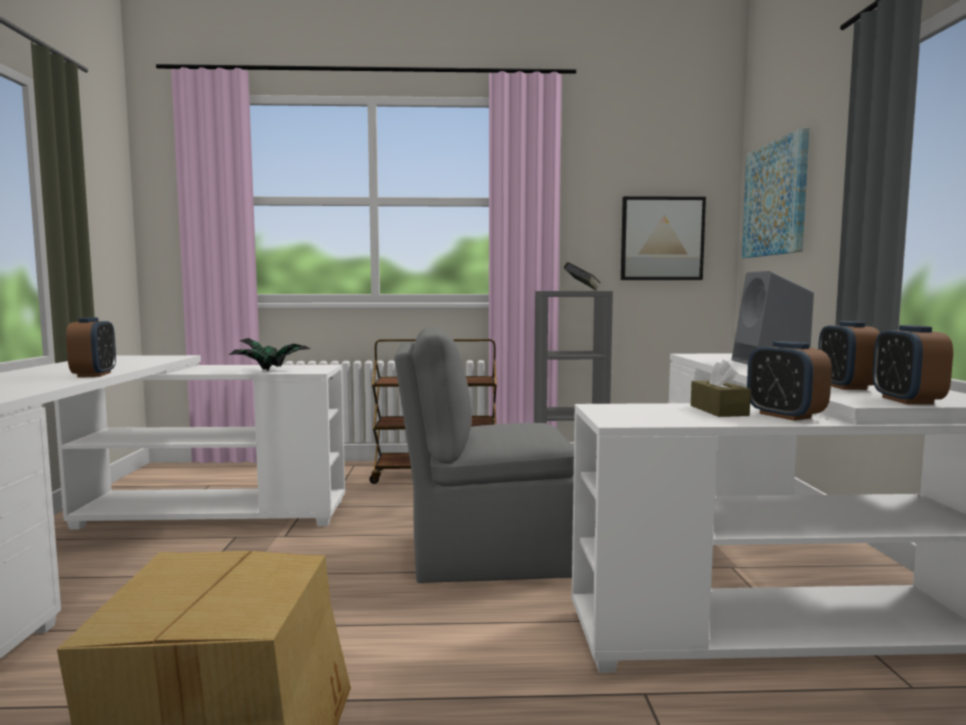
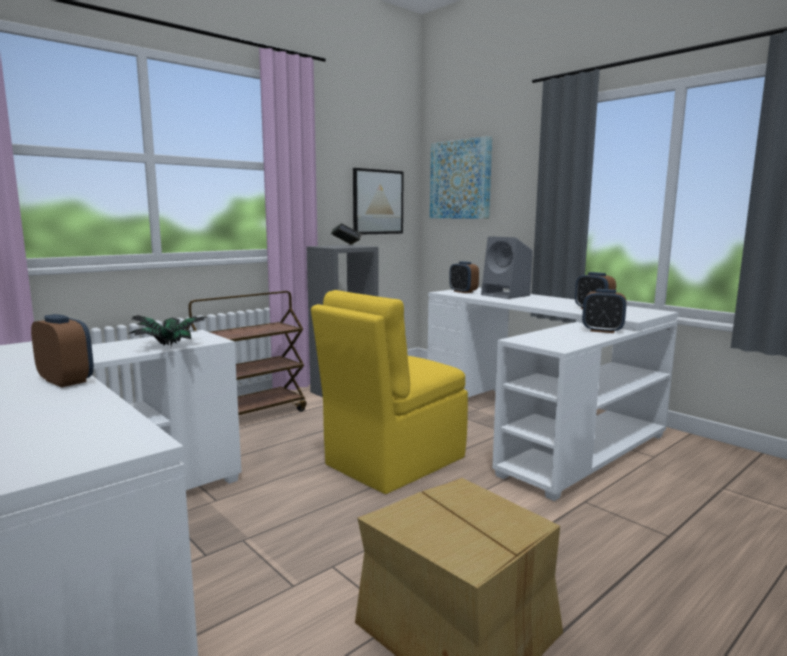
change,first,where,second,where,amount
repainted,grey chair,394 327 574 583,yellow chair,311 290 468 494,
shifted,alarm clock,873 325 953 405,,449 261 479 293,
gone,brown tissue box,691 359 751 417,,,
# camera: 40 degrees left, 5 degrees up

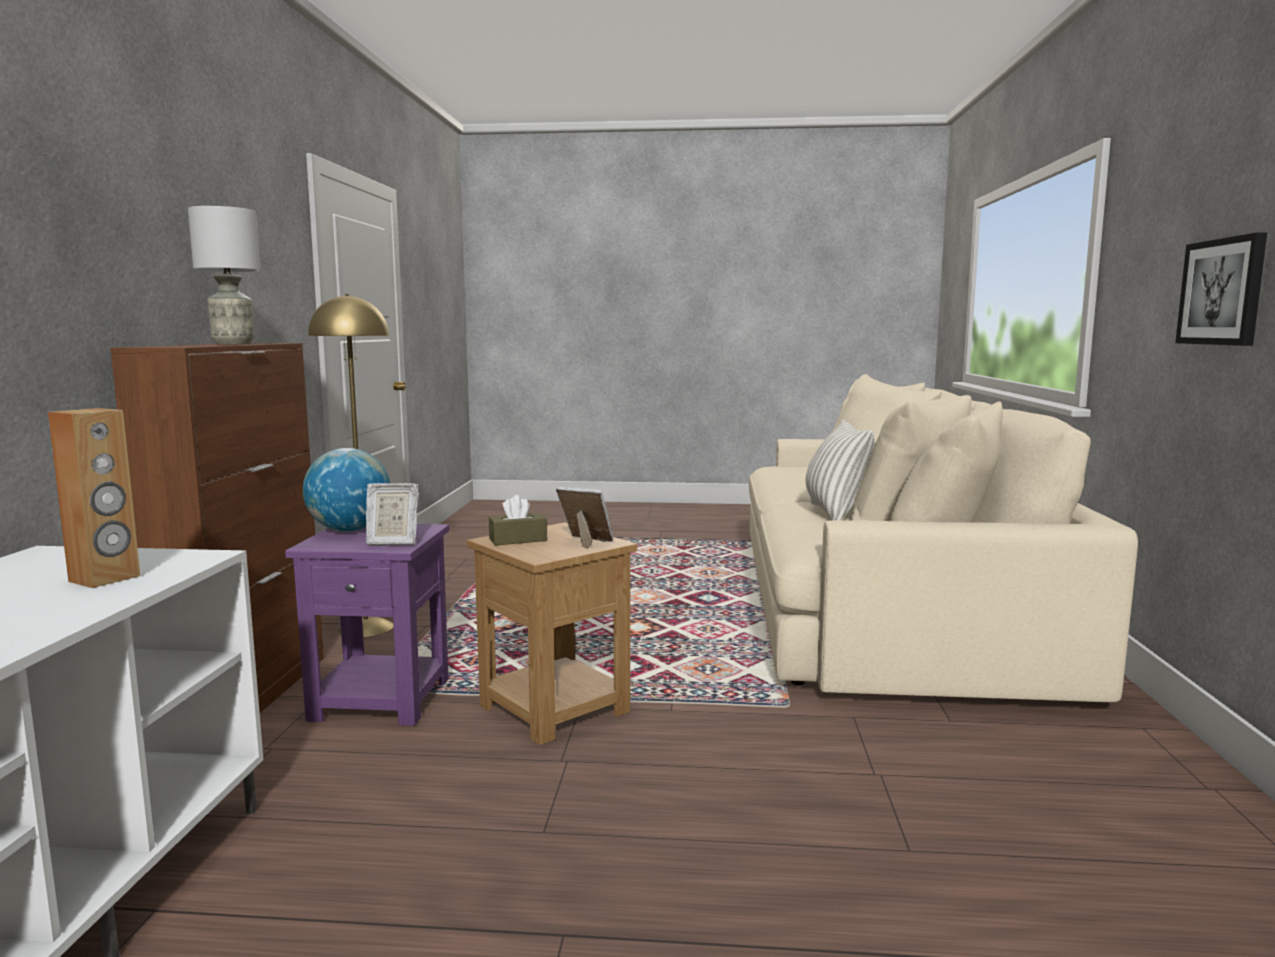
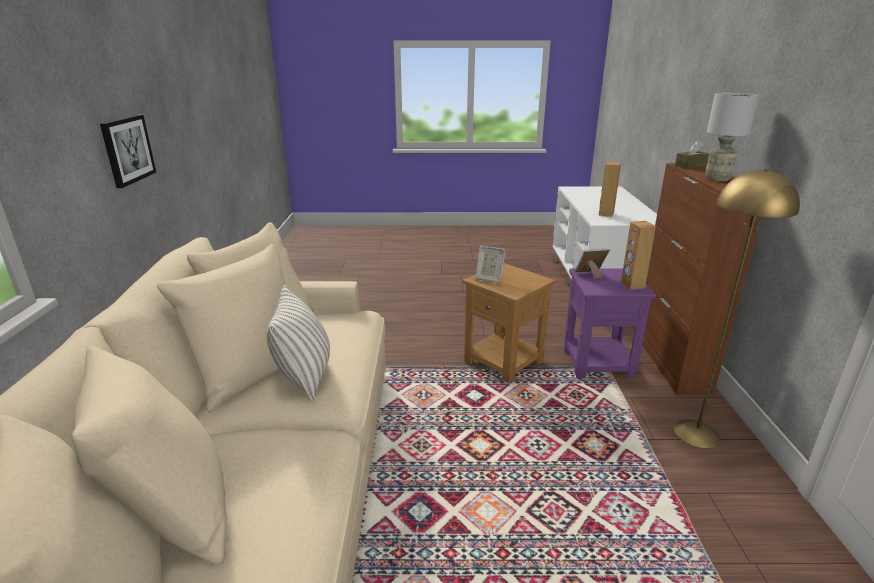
change,first,where,second,where,amount
swapped,globe,303 448 390 531,brown speaker,621 221 656 290,
shifted,brown tissue box,489 495 547 546,,675 141 709 169,
# camera: 175 degrees right, 15 degrees up

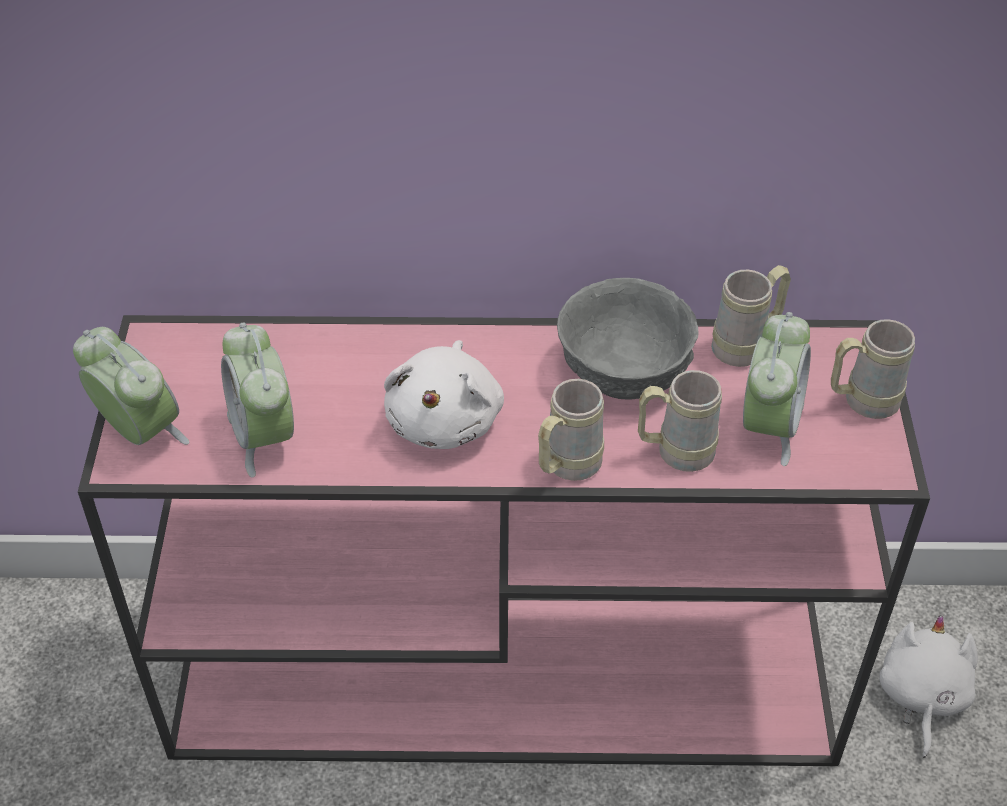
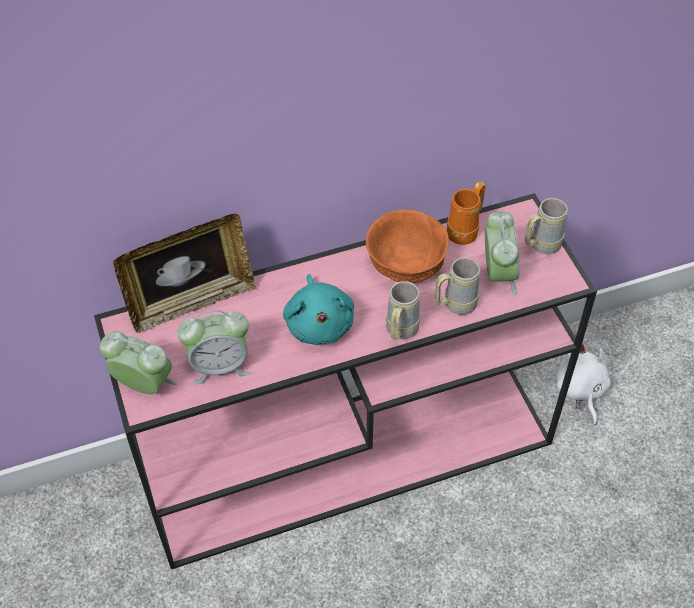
change,first,where,second,where,amount
new,,,picture frame,113 214 256 333,
rotated,alarm clock,221 323 294 477,,177 310 251 384,60 degrees counterclockwise
repainted,white plush toy,384 340 504 449,turquoise plush toy,283 274 354 345,
repainted,grey bowl,557 278 698 399,orange bowl,366 210 449 283,
repainted,beige mug,711 265 791 367,orange mug,447 182 486 245,
# camera: 20 degrees left, 5 degrees up

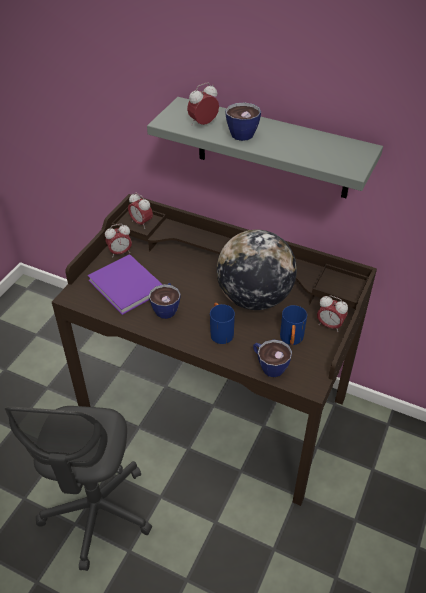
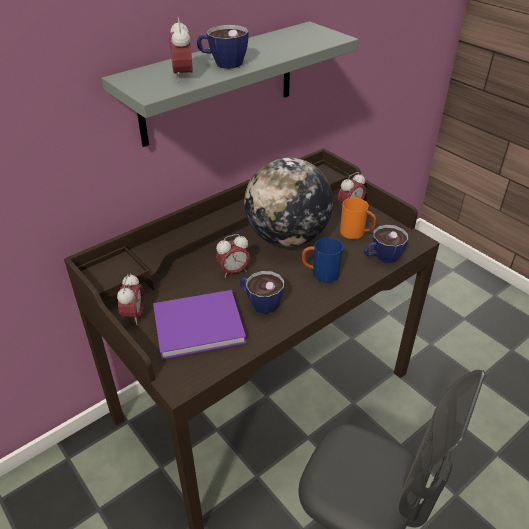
change,first,where,second,where,amount
shifted,alarm clock,128 192 153 229,,216 234 250 278,
repainted,blue mug,280 305 307 345,orange mug,340 198 376 239,
# camera: 65 degrees left, 5 degrees down

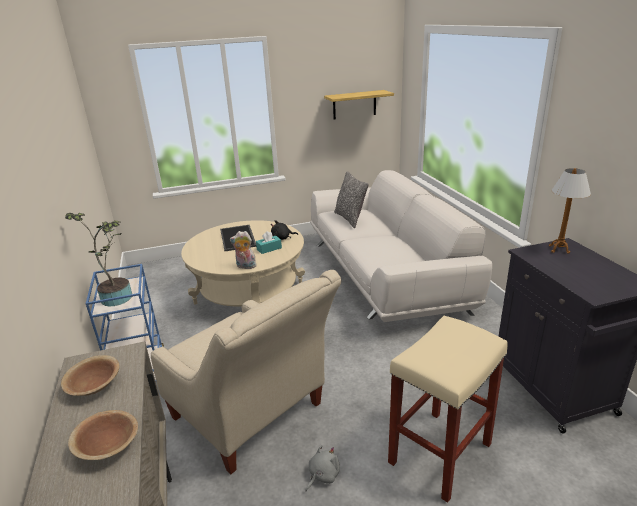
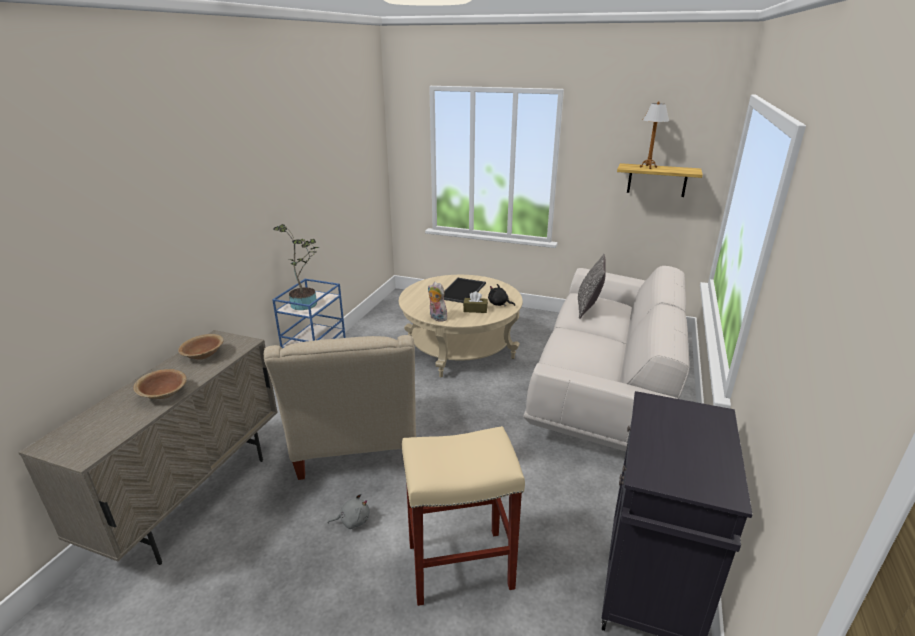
change,first,where,second,where,amount
repainted,turquoise tissue box,256 231 282 254,brown tissue box,463 291 488 313,
shifted,table lamp,549 168 591 254,,640 101 669 169,
# camera: 35 degrees right, 0 degrees up

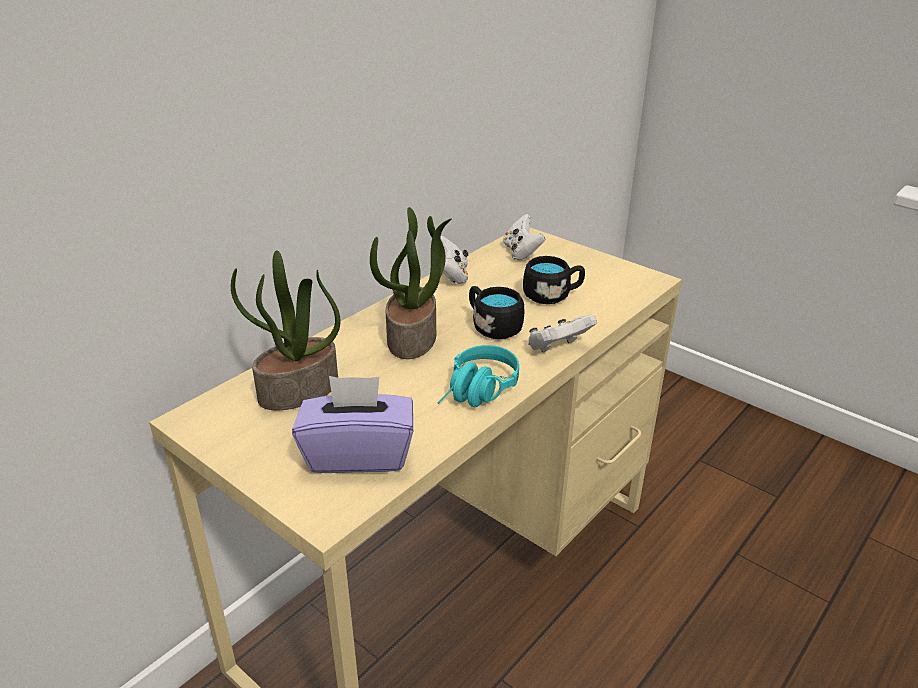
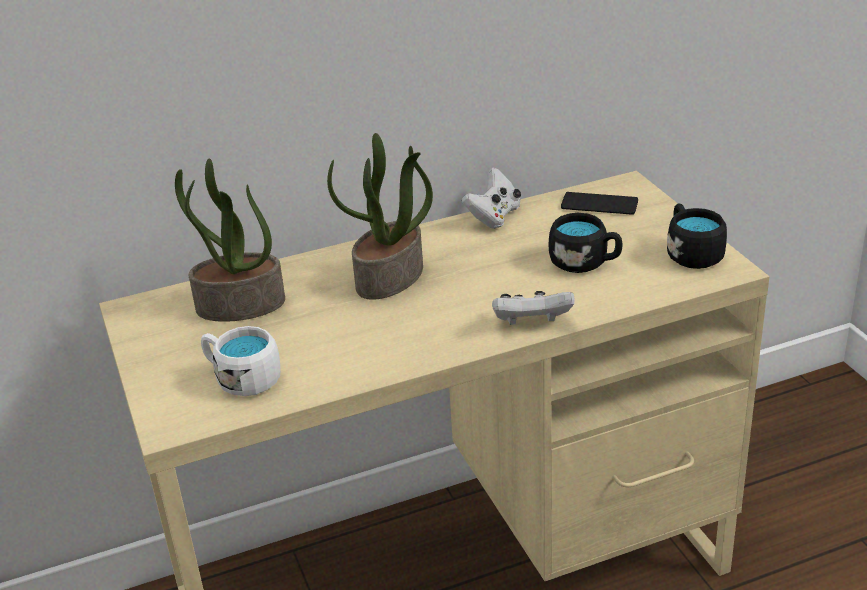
change,first,where,second,where,amount
swapped,purple tissue box,292 376 413 473,white mug,201 326 281 396,
swapped,white game controller,503 214 545 261,phone,561 192 638 215,
shifted,black mug,469 286 524 339,,667 203 727 269,
gone,turquoise headphones,438 345 519 407,,,
# camera: 30 degrees right, 0 degrees up

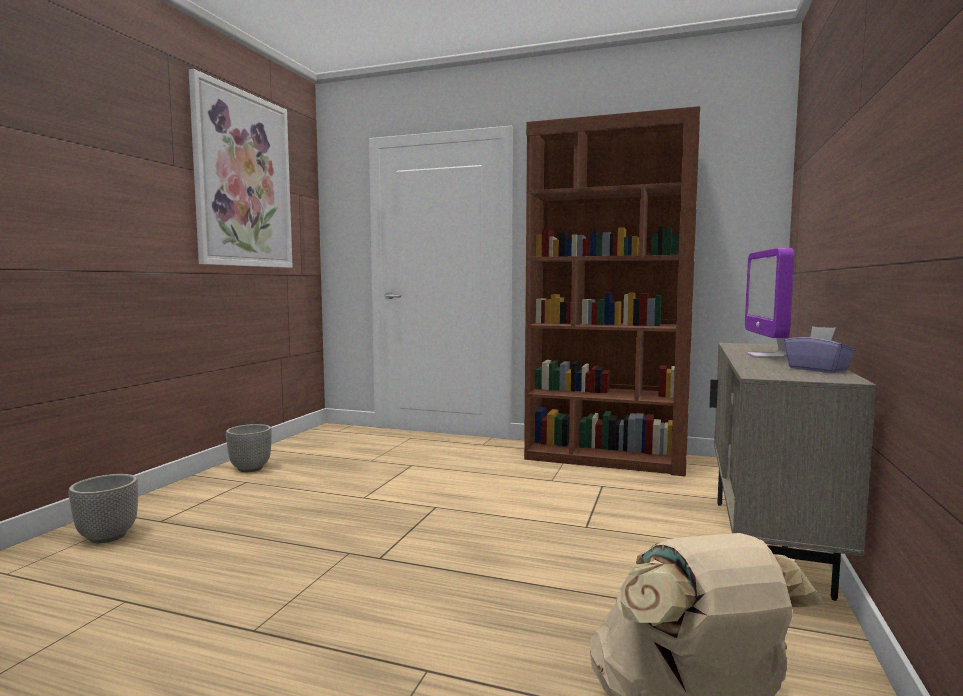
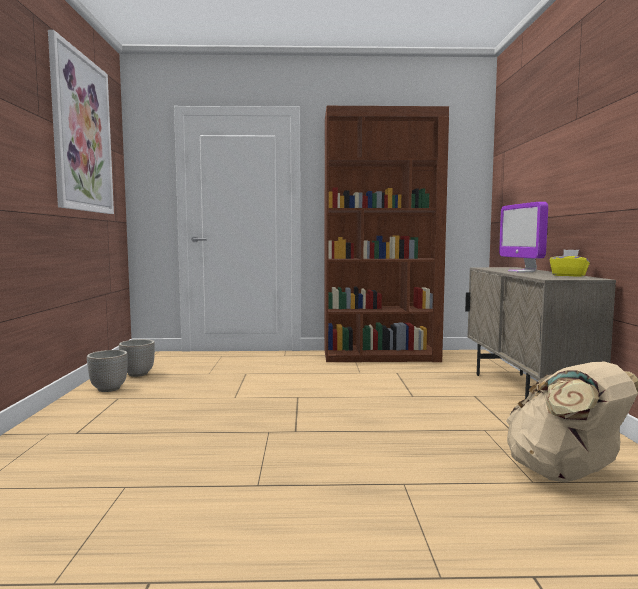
change,first,where,second,where,amount
shifted,planter,69 474 138 543,,119 339 155 377,
repainted,purple tissue box,784 326 856 373,yellow tissue box,550 250 590 277,
# camera: 20 degrees left, 0 degrees up

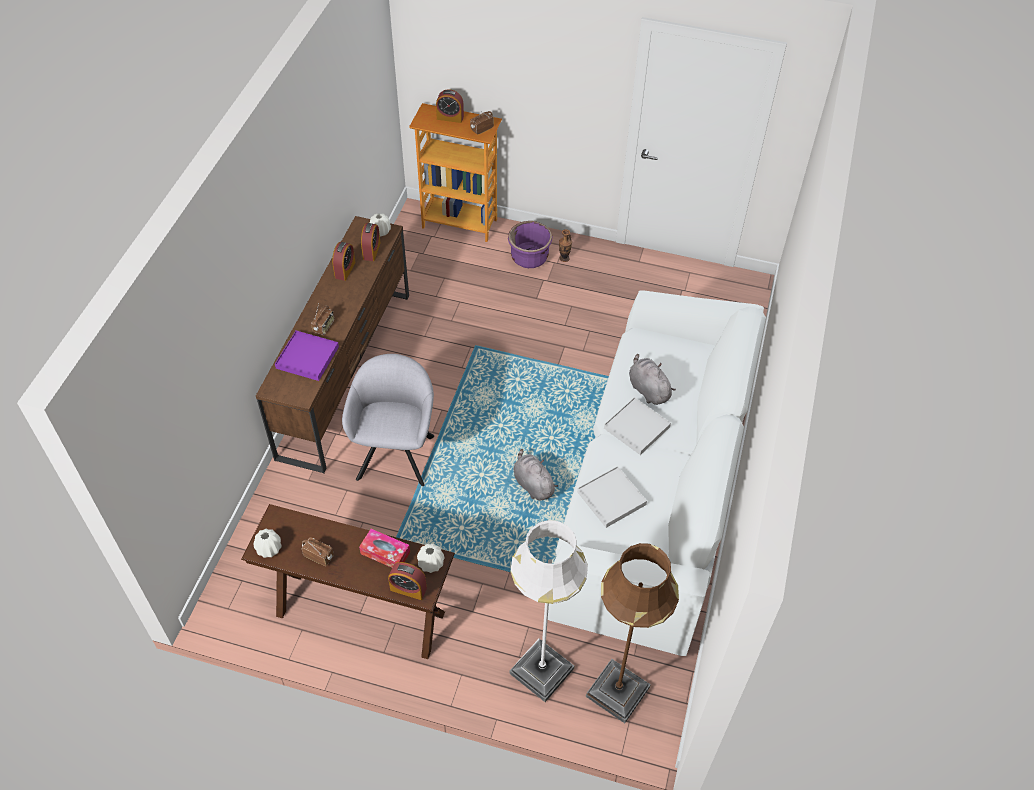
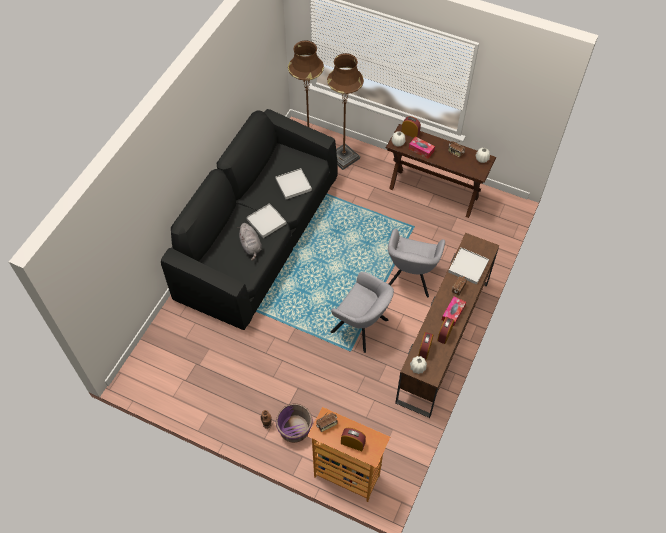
change,first,where,second,where,amount
repainted,white sofa,548 290 766 656,black sofa,161 109 337 330,
repainted,white floor lamp,510 520 588 702,brown floor lamp,327 53 364 170,
new,,,grey armchair,331 272 394 353,
new,,,tissue box,442 296 466 326,
repainted,purple tray,275 330 339 381,white tray,448 247 489 285,
gone,grey plush toy,513 449 558 501,,,
# camera: 170 degrees left, 5 degrees up

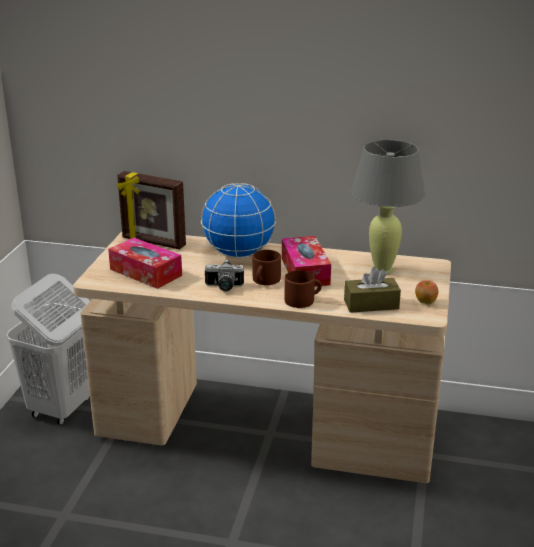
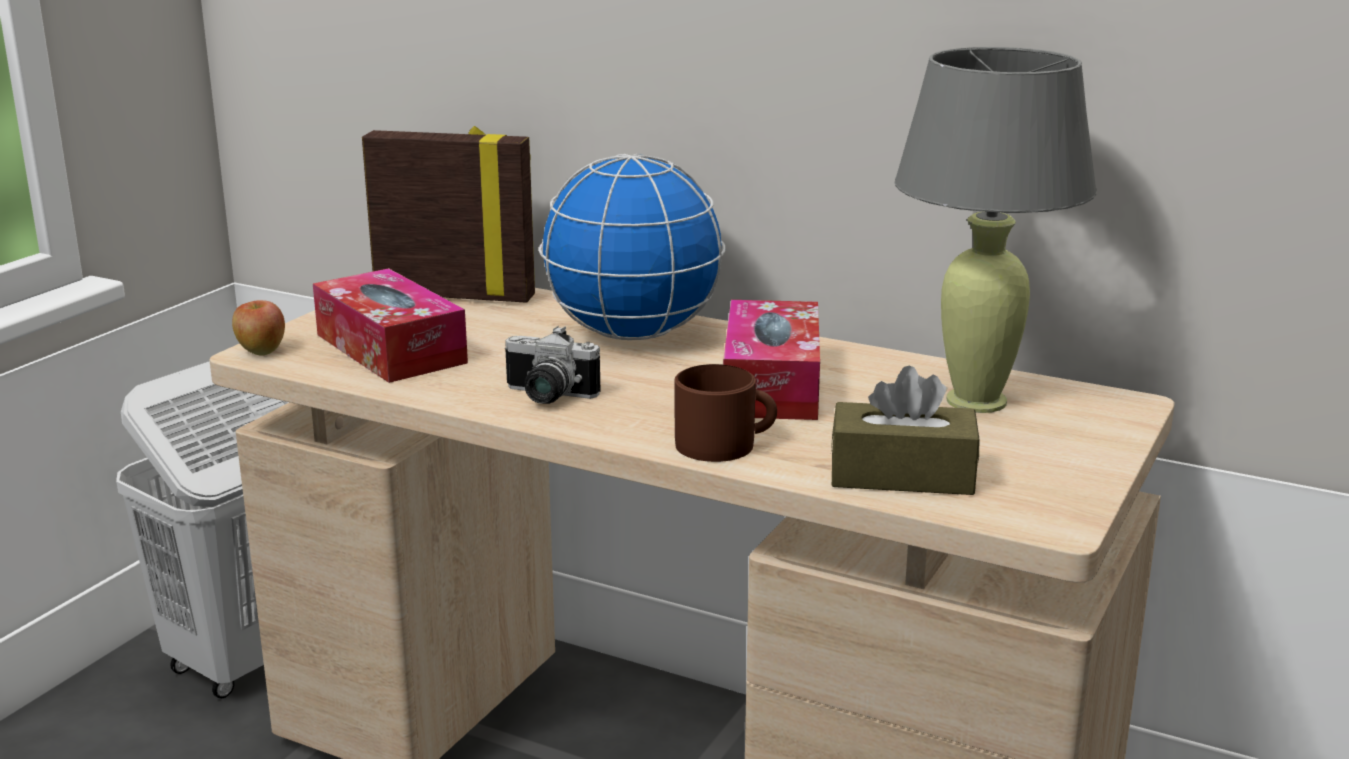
change,first,where,second,where,amount
shifted,apple,415 280 438 305,,232 300 285 356,
rotated,picture frame,117 171 186 250,,362 126 535 303,150 degrees clockwise
gone,brown mug,252 250 281 285,,,
# camera: 15 degrees right, 5 degrees down

